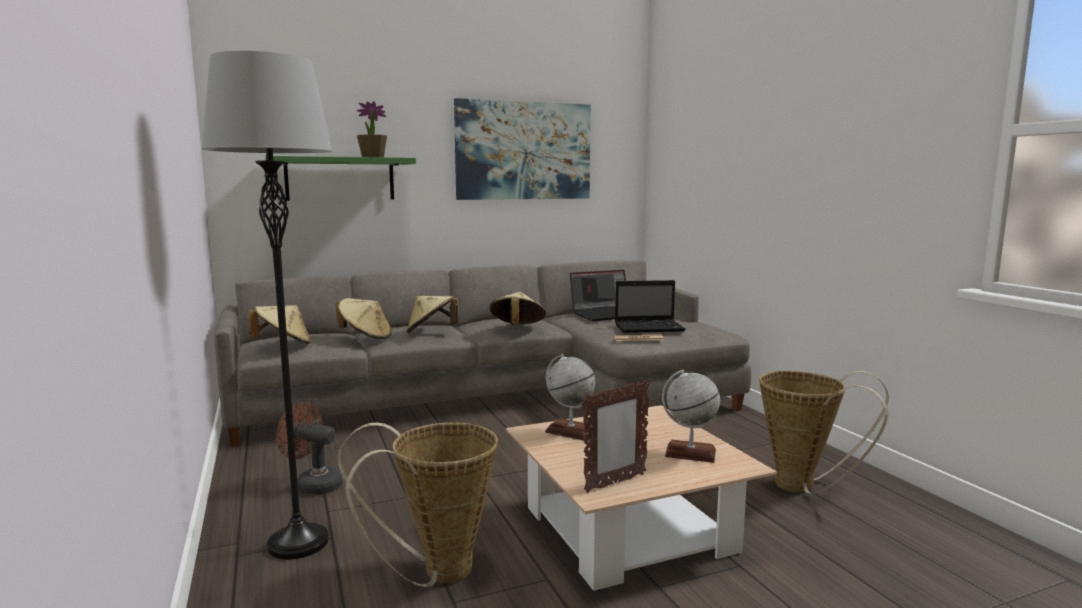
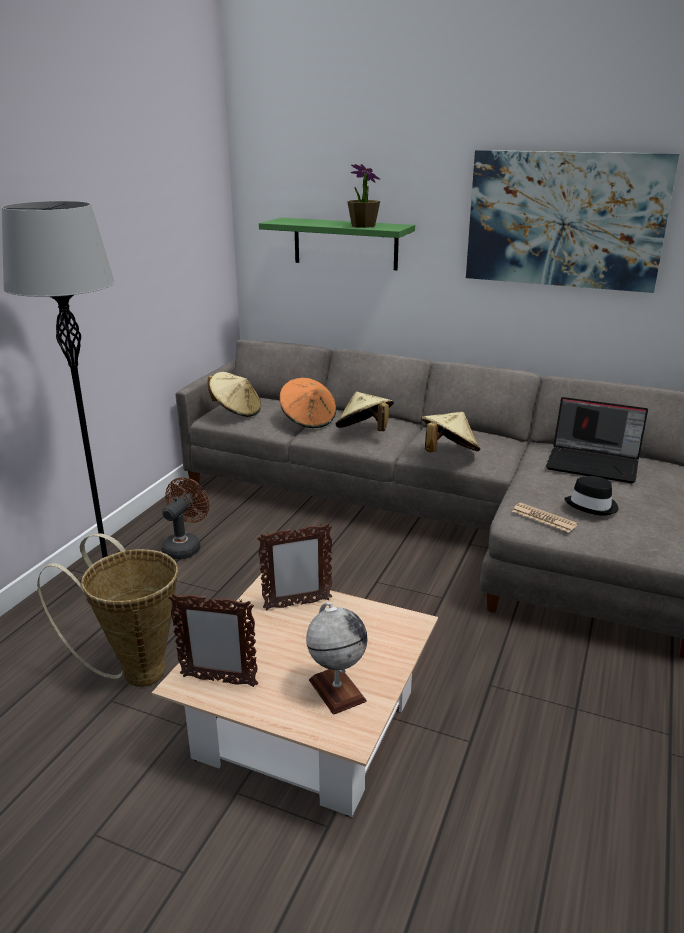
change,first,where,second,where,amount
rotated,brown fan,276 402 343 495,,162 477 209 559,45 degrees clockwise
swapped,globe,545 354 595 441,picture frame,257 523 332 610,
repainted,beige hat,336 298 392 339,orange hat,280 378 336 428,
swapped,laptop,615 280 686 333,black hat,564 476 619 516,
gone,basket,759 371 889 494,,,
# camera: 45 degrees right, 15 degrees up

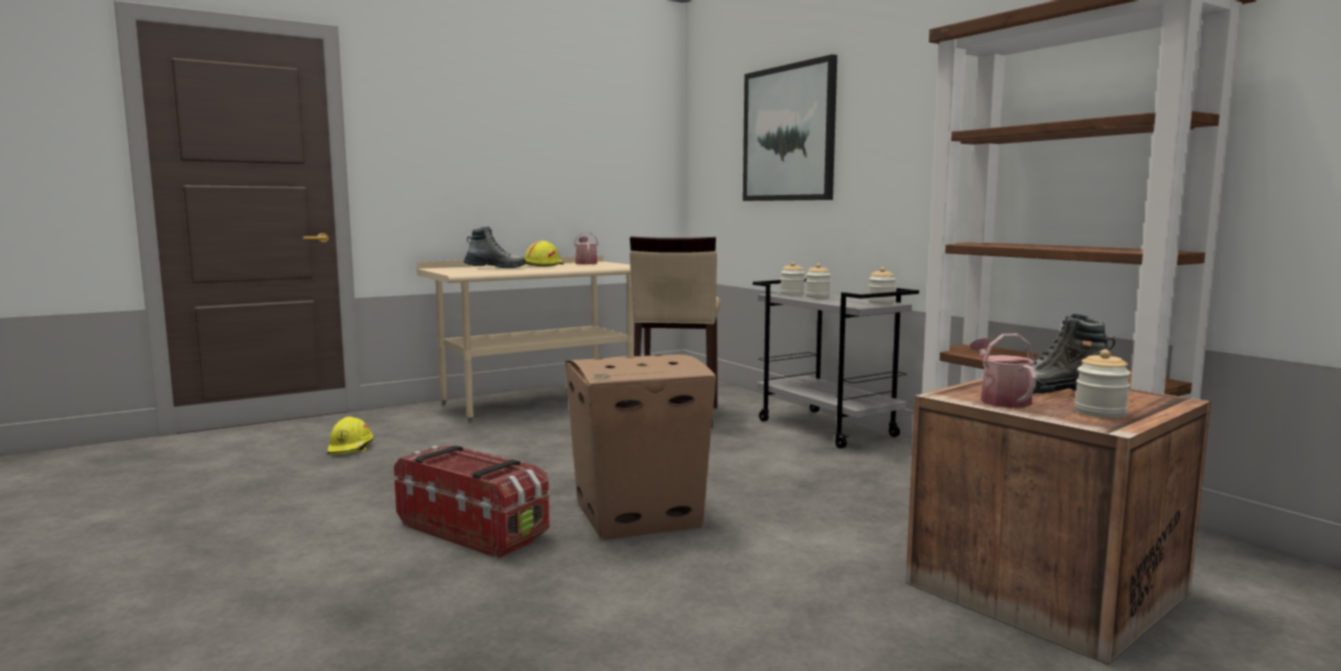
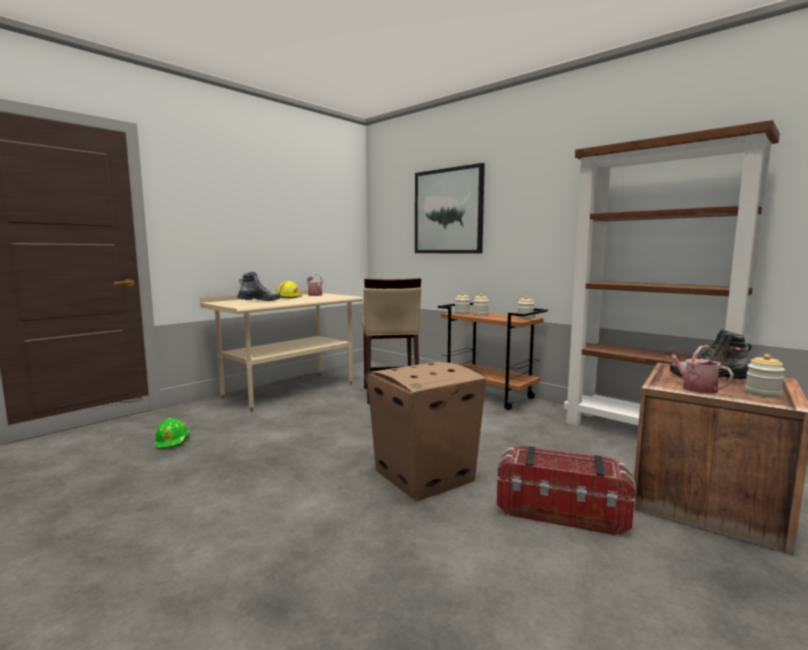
change,first,where,second,where,amount
repainted,yellow hard hat,327 417 374 455,green hard hat,155 418 190 450,
repainted,grey cart,753 278 919 449,brown cart,438 303 548 410,
shifted,storage box,394 446 550 559,,497 446 636 537,
# camera: 15 degrees left, 0 degrees up

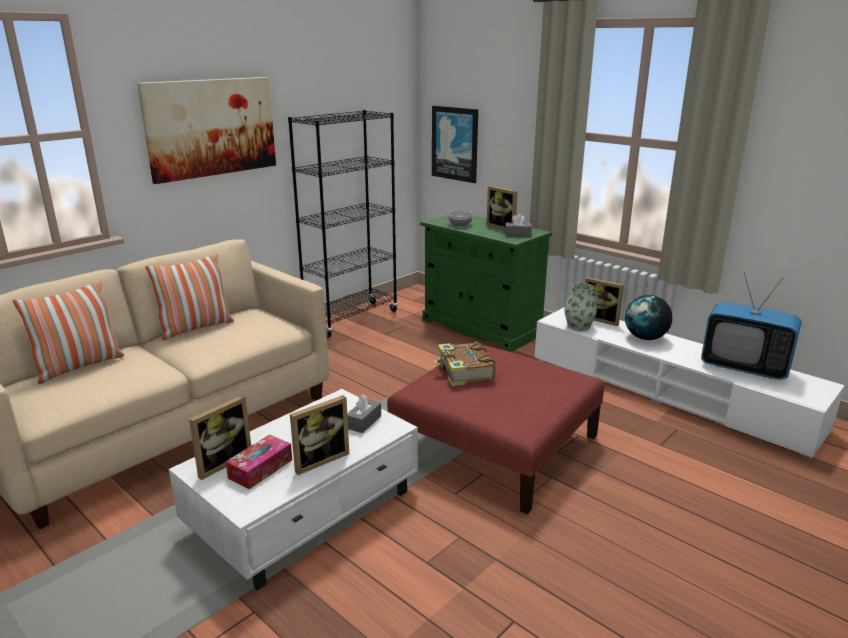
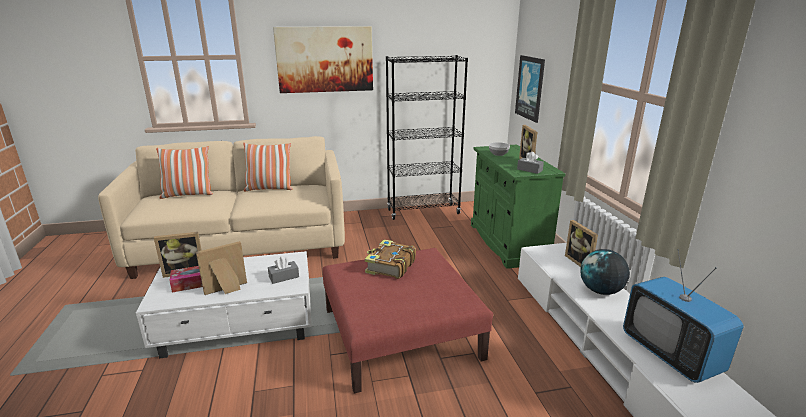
change,first,where,second,where,amount
rotated,picture frame,290 395 349 475,,196 241 247 295,150 degrees clockwise
gone,vase,564 283 597 331,,,
# camera: 35 degrees right, 0 degrees up

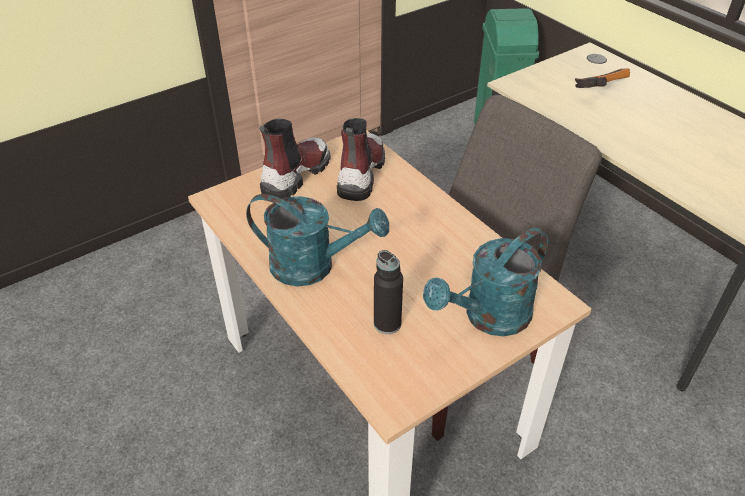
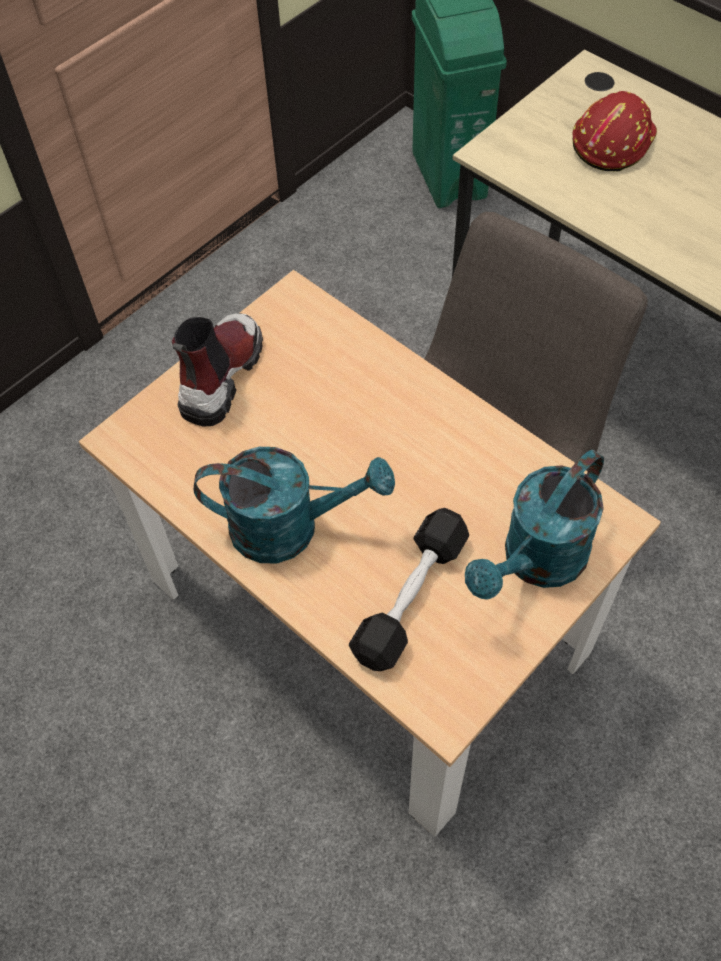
change,first,where,second,where,amount
swapped,black bottle,374 250 403 334,black dumbbell,349 508 469 671,
swapped,hammer,575 68 630 88,red hard hat,573 91 657 172,
gone,boot,337 118 385 201,,,
# camera: 10 degrees left, 15 degrees up

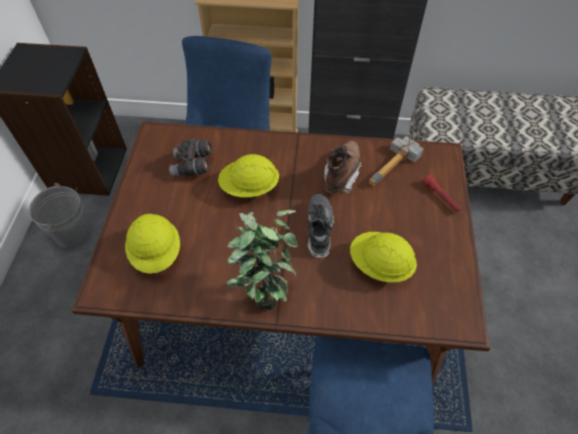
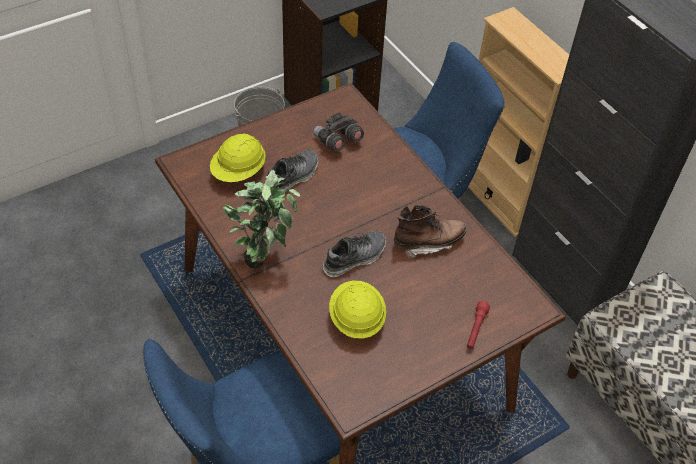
change,first,where,second,where,amount
new,,,shoe,268 149 318 192,
gone,yellow hard hat,218 154 279 200,,,
gone,hammer,369 136 424 186,,,
# camera: 50 degrees right, 5 degrees down

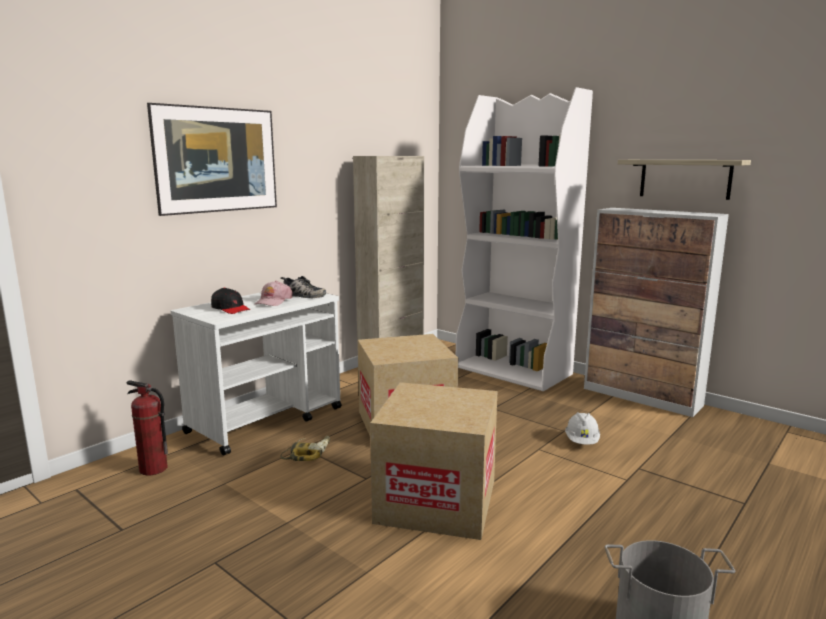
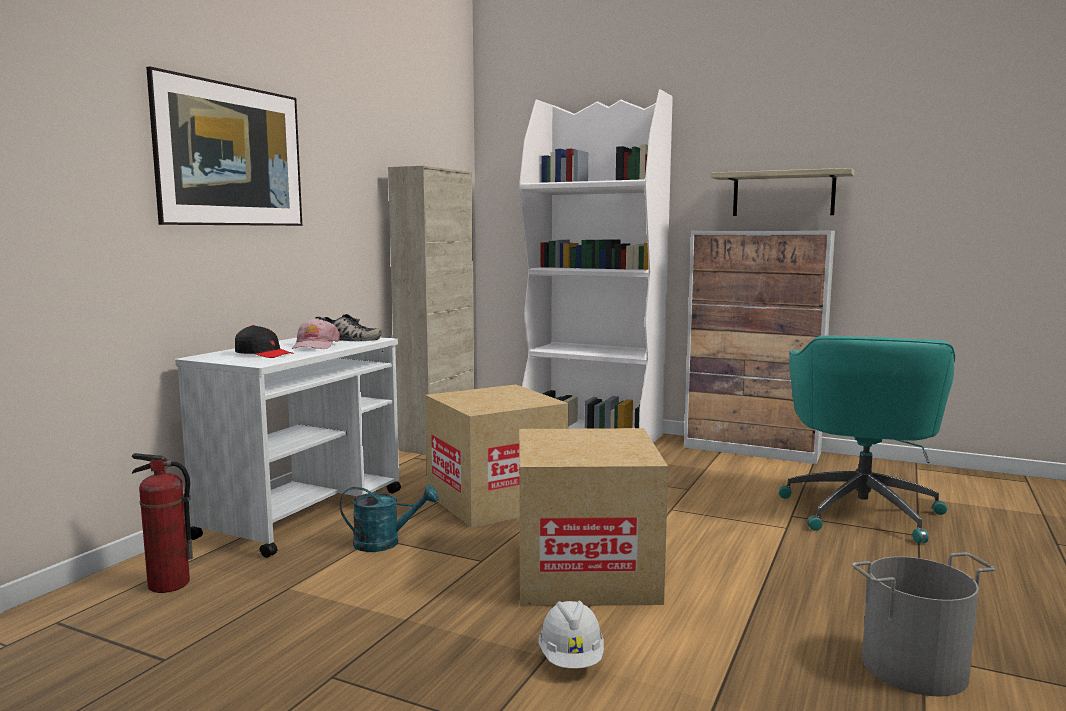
change,first,where,second,where,amount
swapped,power drill,280 436 330 461,turquoise watering can,340 485 438 552,
shifted,white hard hat,565 412 600 445,,538 601 604 669,
new,,,turquoise office chair,779 335 955 543,
# camera: 15 degrees left, 5 degrees down

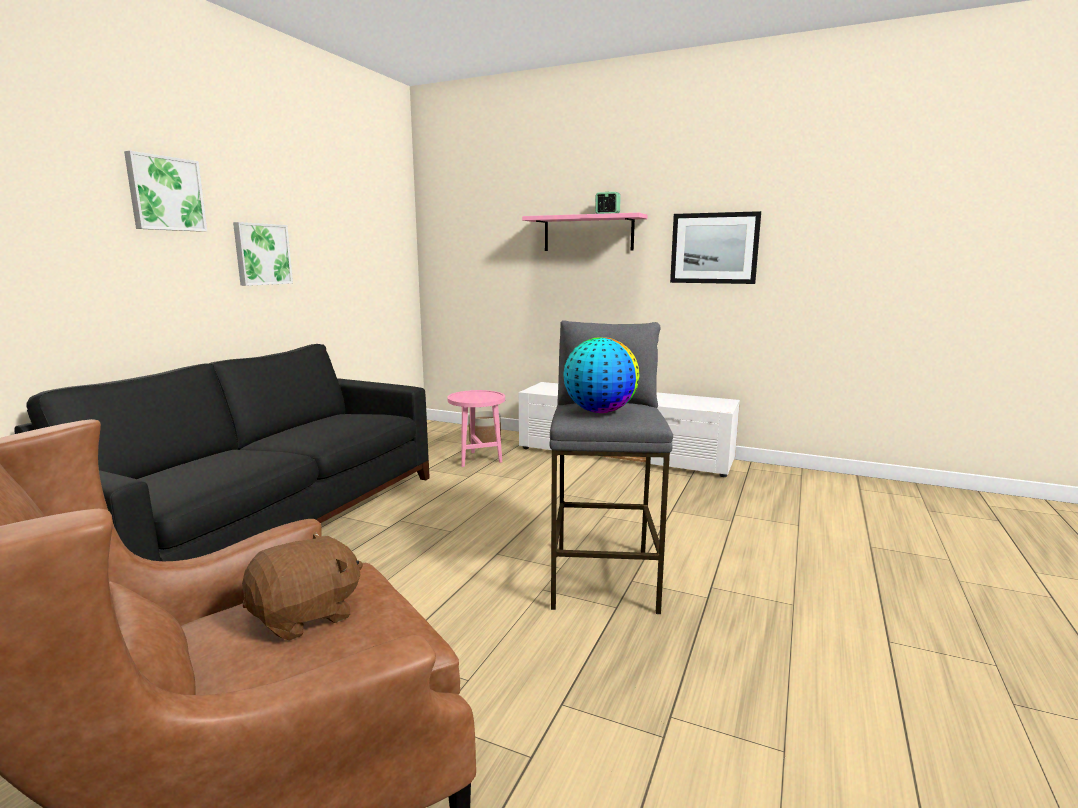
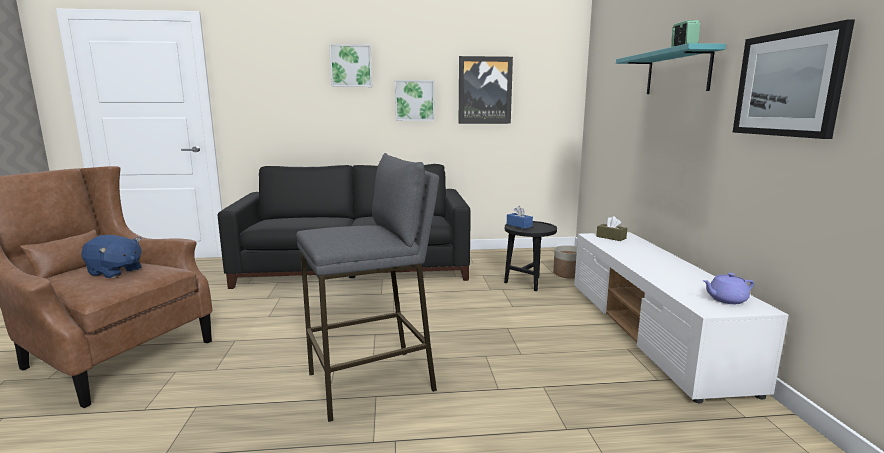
change,first,where,second,where,amount
repainted,brown plush toy,242 532 363 640,blue plush toy,81 235 142 278,
new,,,picture,459 56 513 124,
repainted,pink side table,447 390 505 467,black side table,504 221 557 291,
new,,,blue tissue box,507 206 533 229,
new,,,brown tissue box,596 216 627 241,
repainted,pink shelf,522 213 647 251,turquoise shelf,616 43 726 94,
new,,,purple teapot,703 273 754 304,
gone,globe,563 337 640 413,,,
# camera: 60 degrees right, 0 degrees up

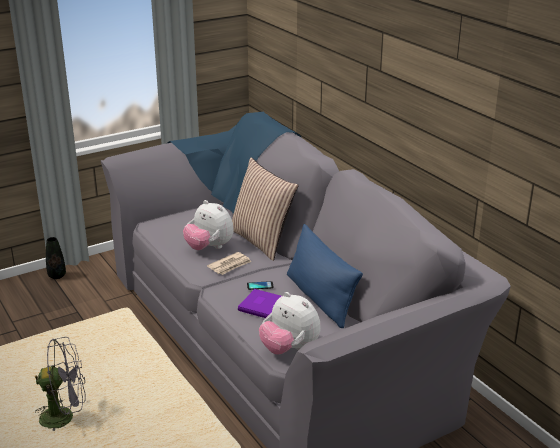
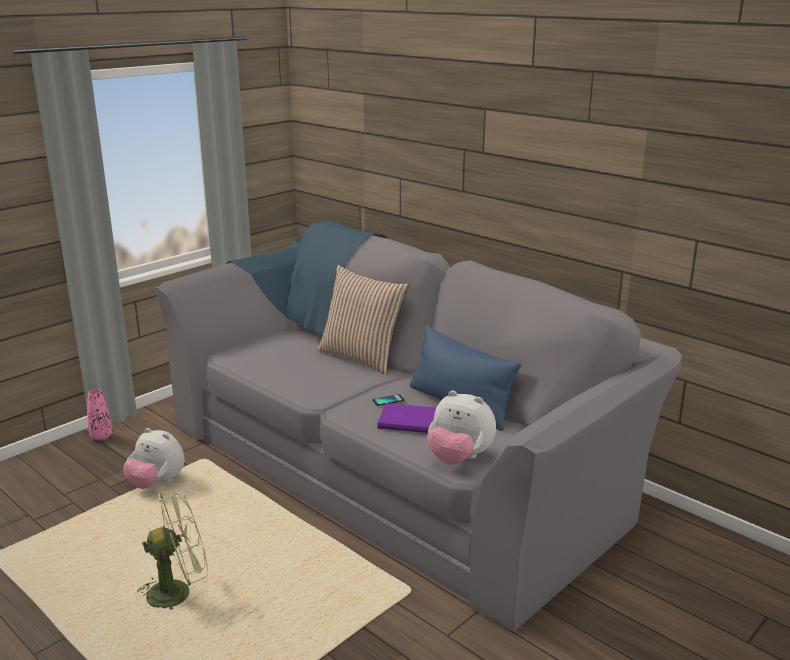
change,first,where,second,where,amount
repainted,black vase,46 237 66 279,pink vase,87 389 113 440,
shifted,plush toy,183 200 234 250,,123 428 185 489,
repainted,grey fan,35 337 85 431,green fan,137 487 208 610,
gone,newspaper,207 252 252 275,,,
# camera: 15 degrees left, 5 degrees down

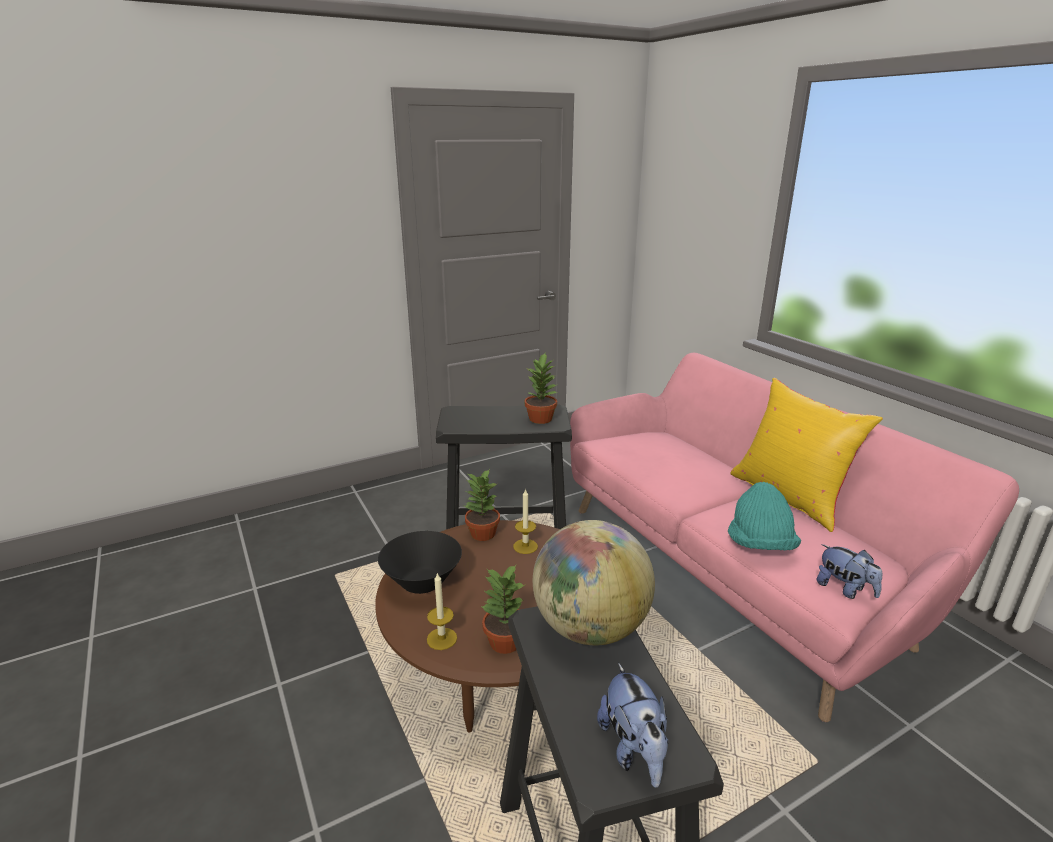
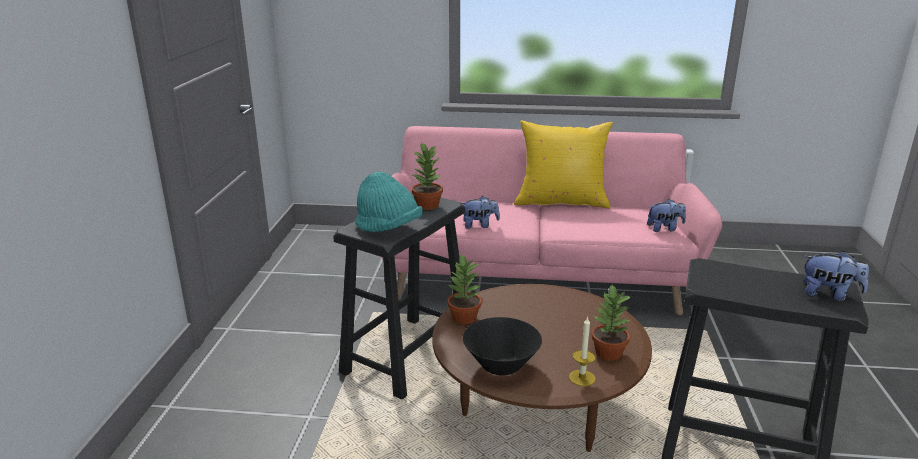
change,first,where,second,where,amount
shifted,turquoise hat,728 482 801 550,,355 172 423 232,
new,,,plush toy,462 196 500 229,
gone,candle,513 489 538 554,,,
gone,globe,533 520 655 645,,,
# camera: 55 degrees left, 0 degrees up

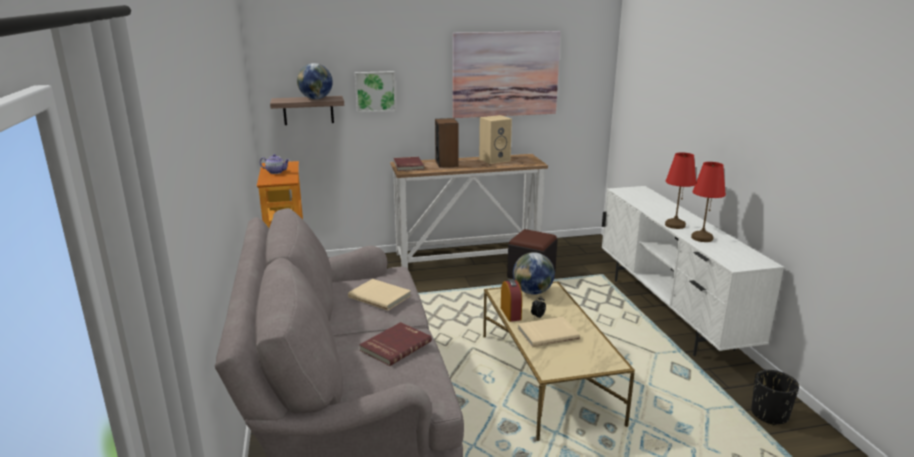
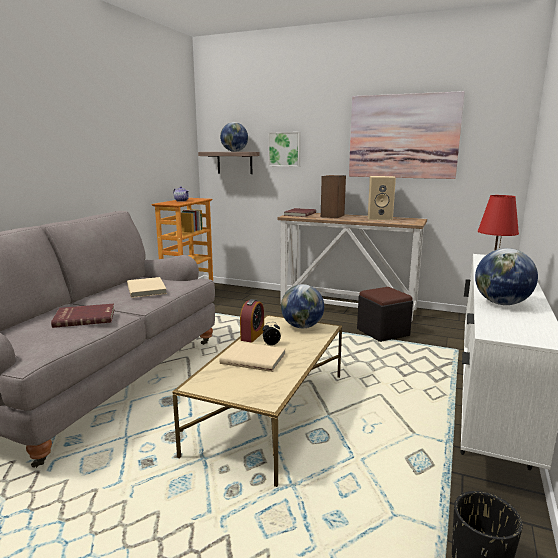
change,first,where,second,where,amount
swapped,red table lamp,691 162 726 242,globe,475 248 538 305,
# camera: 35 degrees right, 5 degrees down

